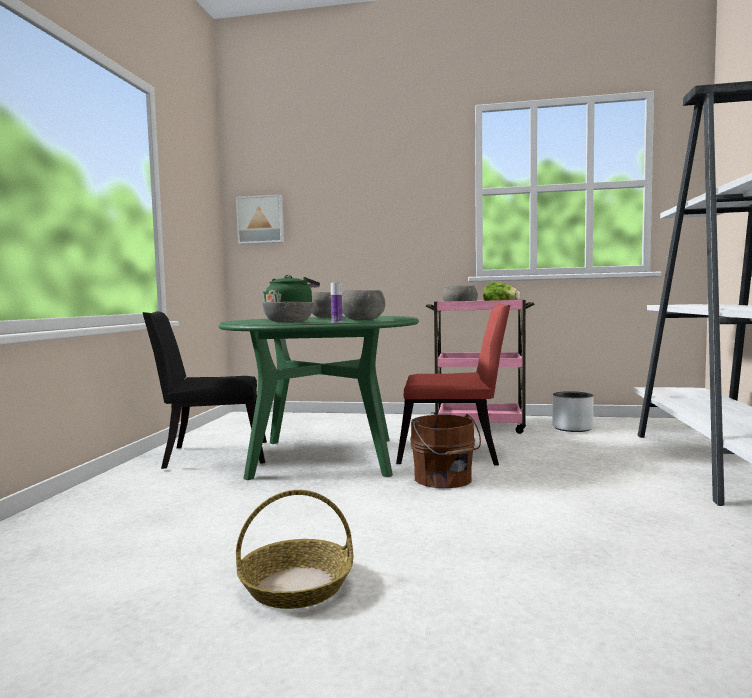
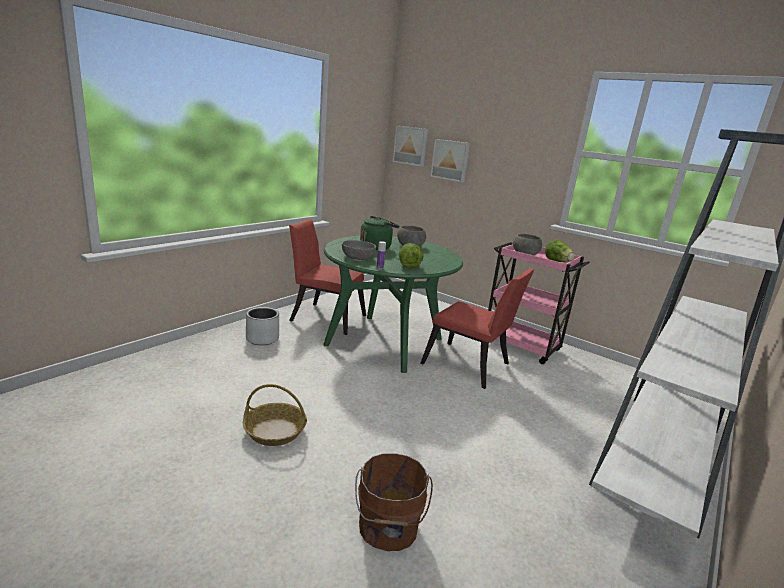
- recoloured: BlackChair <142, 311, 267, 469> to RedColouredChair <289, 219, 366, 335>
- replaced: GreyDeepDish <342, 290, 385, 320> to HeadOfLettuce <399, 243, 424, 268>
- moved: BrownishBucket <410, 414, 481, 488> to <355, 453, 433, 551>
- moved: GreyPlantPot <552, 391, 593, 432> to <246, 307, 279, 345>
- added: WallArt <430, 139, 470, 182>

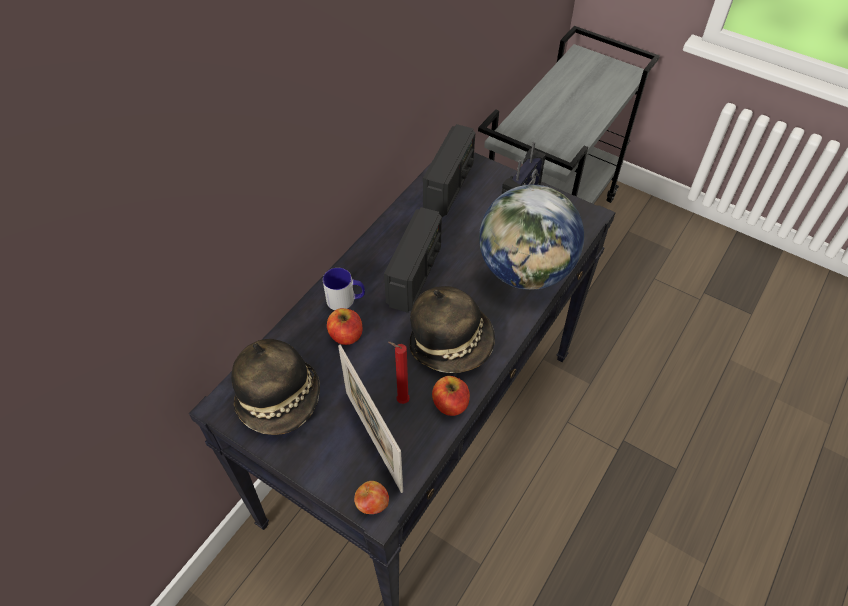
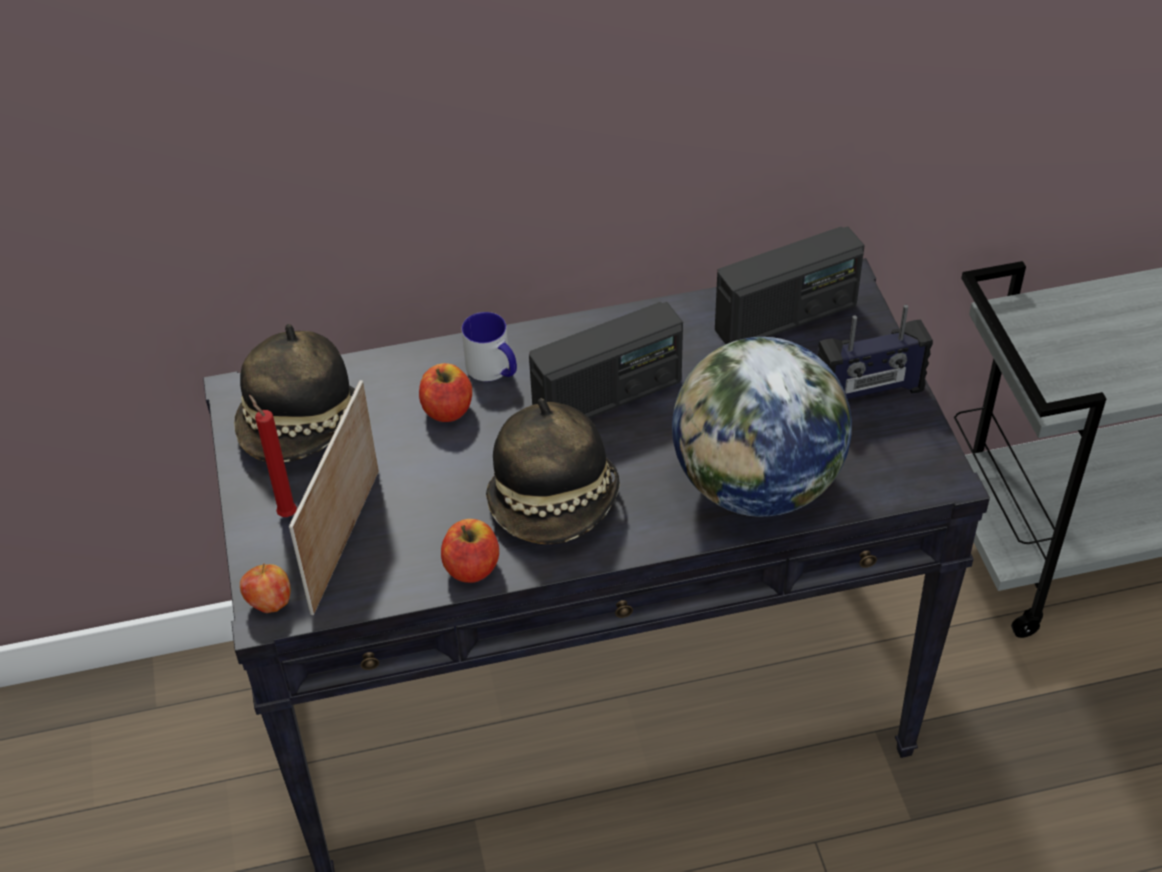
- moved: RedColouredWaxCandle <388, 342, 410, 404> to <249, 395, 297, 517>

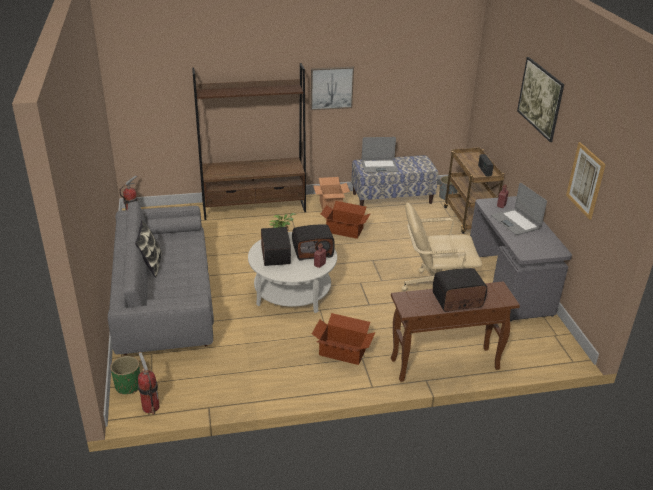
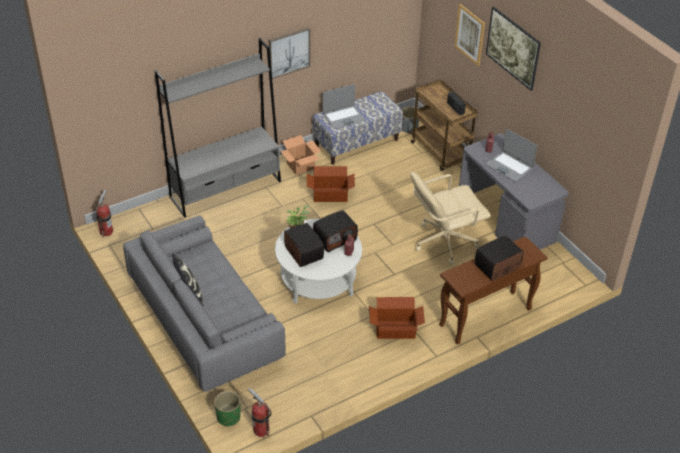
- recoloured: BrownishBookcase <192, 63, 306, 220> to GreyBookcase <155, 38, 281, 217>
- moved: WallArt <566, 142, 606, 220> to <454, 4, 485, 66>

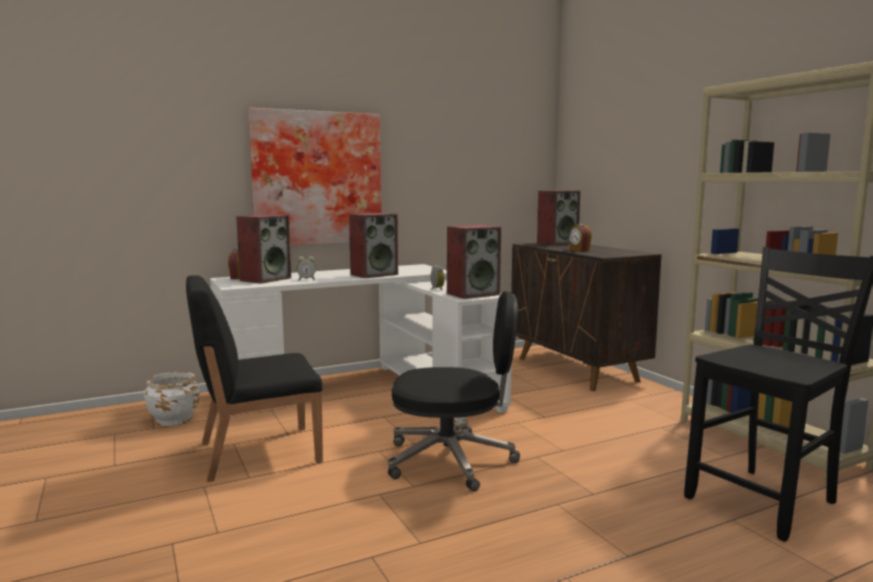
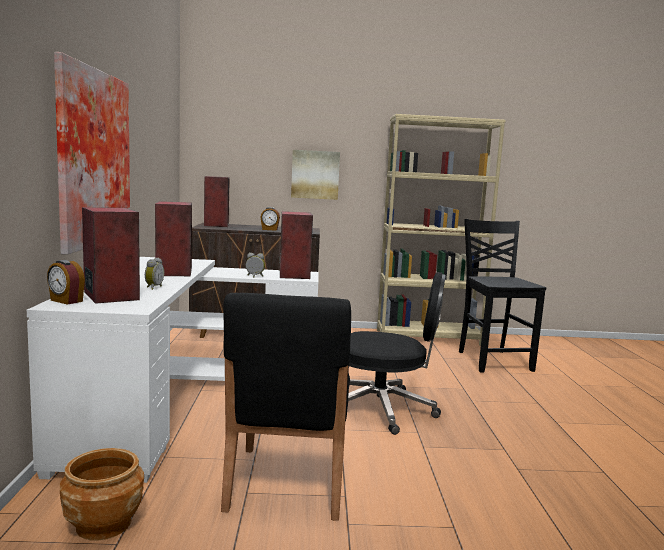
- recoloured: WhitePlantPot <144, 372, 200, 426> to BrownishPlantPot <60, 448, 144, 541>
- turned: BlackComputerChair <388, 291, 520, 491> = <348, 272, 446, 435> 75 degrees clockwise
- added: WallArt <291, 150, 340, 200>

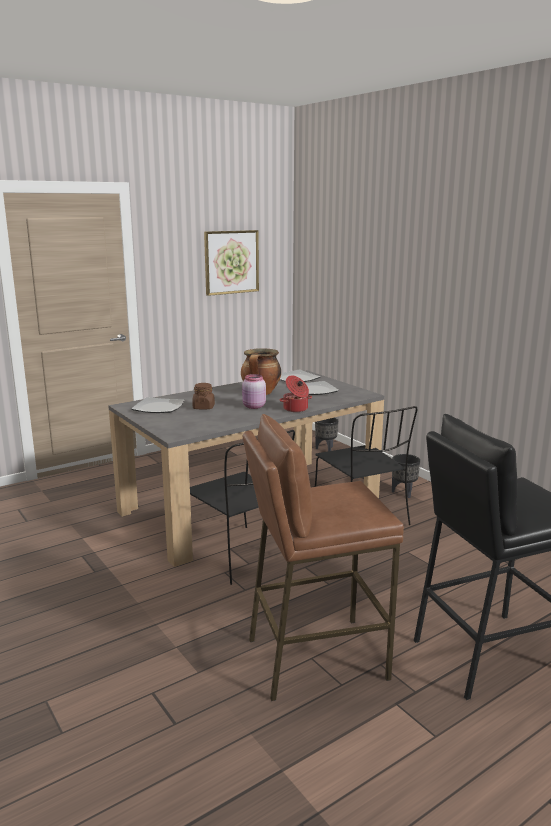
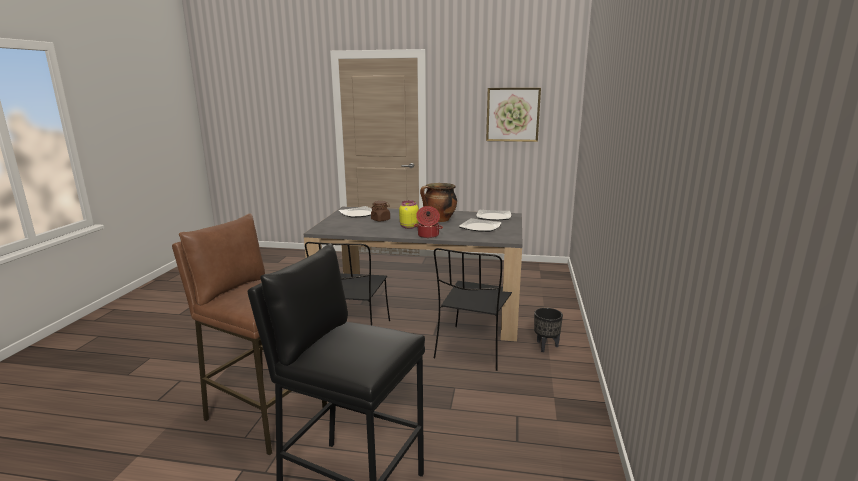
- recoloured: PinkishStorageJar <242, 374, 266, 409> to YellowStorageJar <399, 200, 419, 229>
- removed: BlackPlantPot <315, 417, 338, 451>

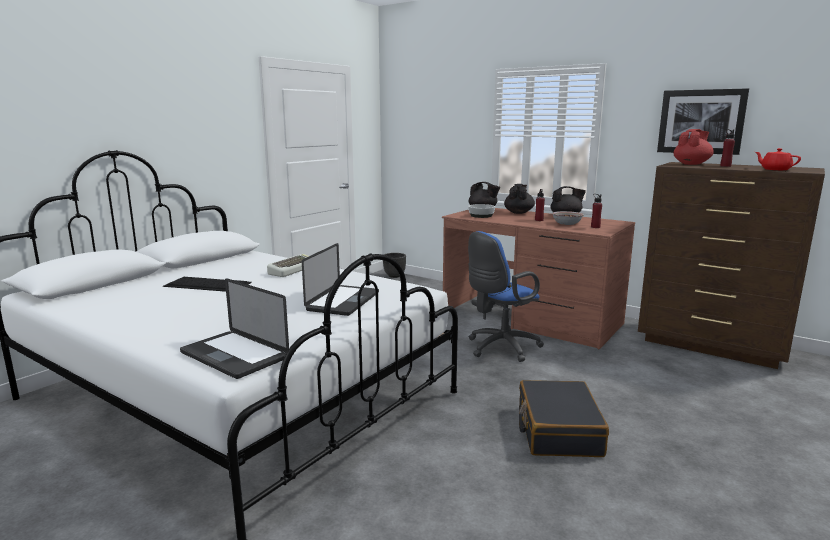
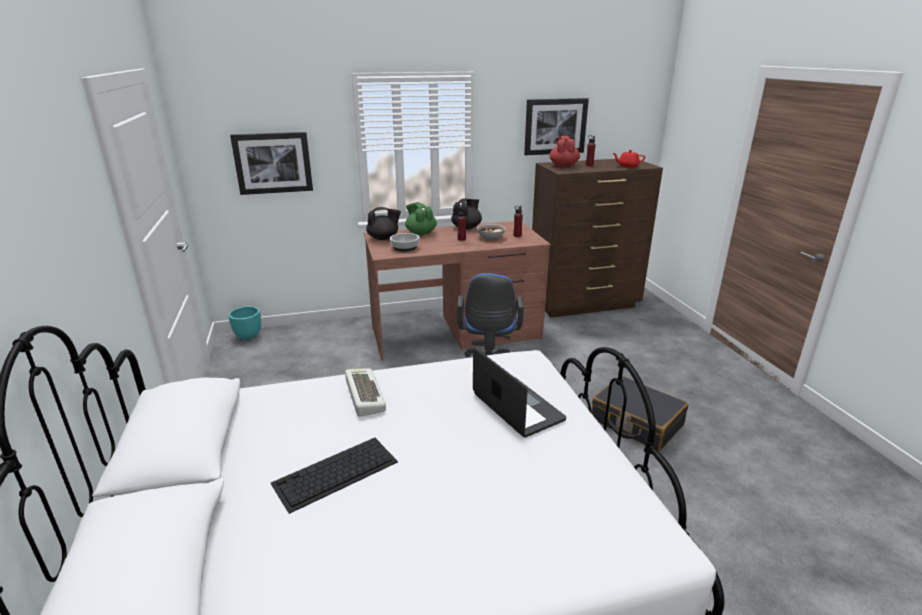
- removed: Laptop <180, 278, 289, 379>
- recoloured: BlackPlantPot <383, 253, 406, 278> to BlueGreenPlantPot <228, 306, 261, 340>
- recoloured: BlackTeapot <504, 184, 535, 214> to GreenishTeapot <405, 202, 437, 235>
- added: WallArt <230, 132, 313, 195>

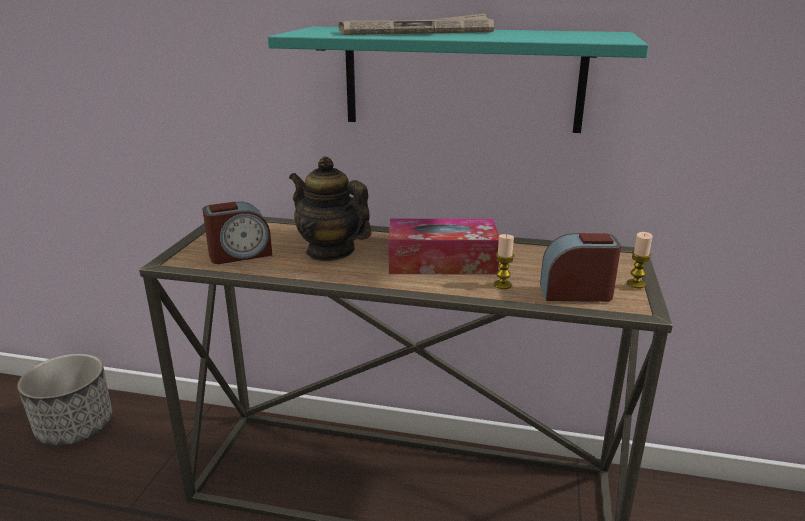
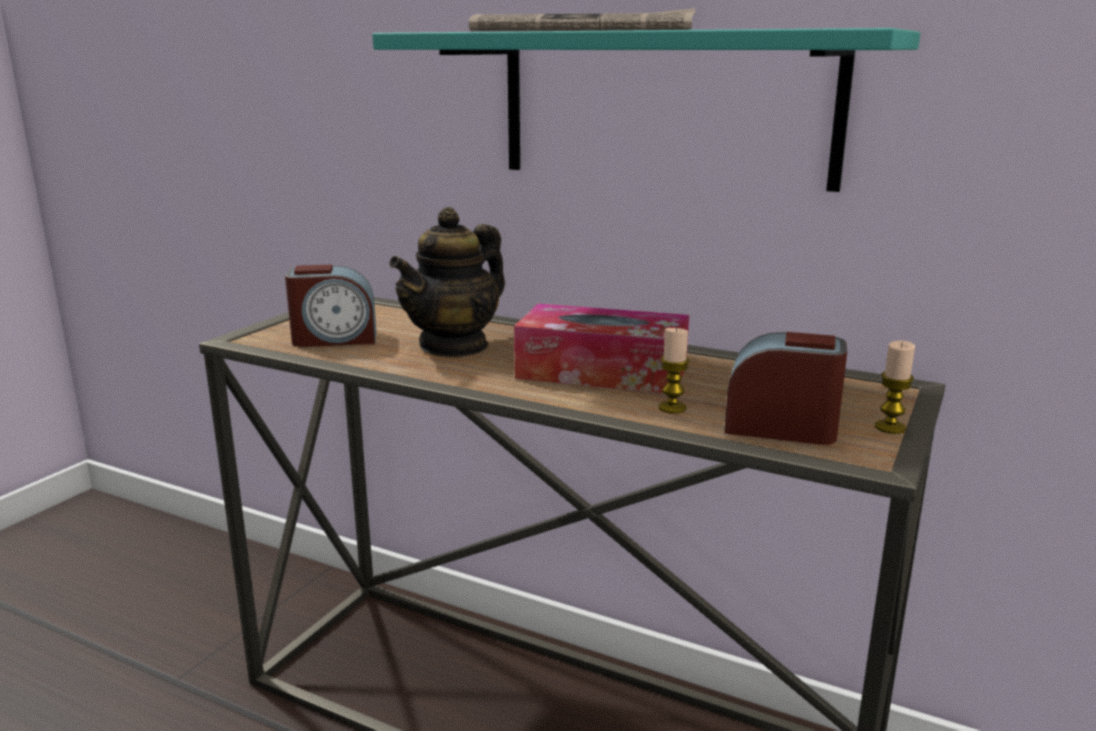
- removed: PlantPot <17, 354, 112, 446>
- turned: Teapot <289, 157, 372, 261> = <389, 207, 505, 358> 105 degrees counterclockwise

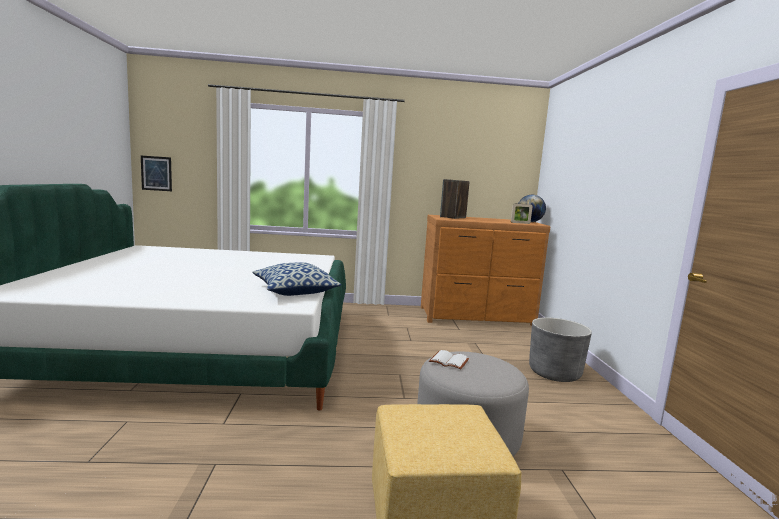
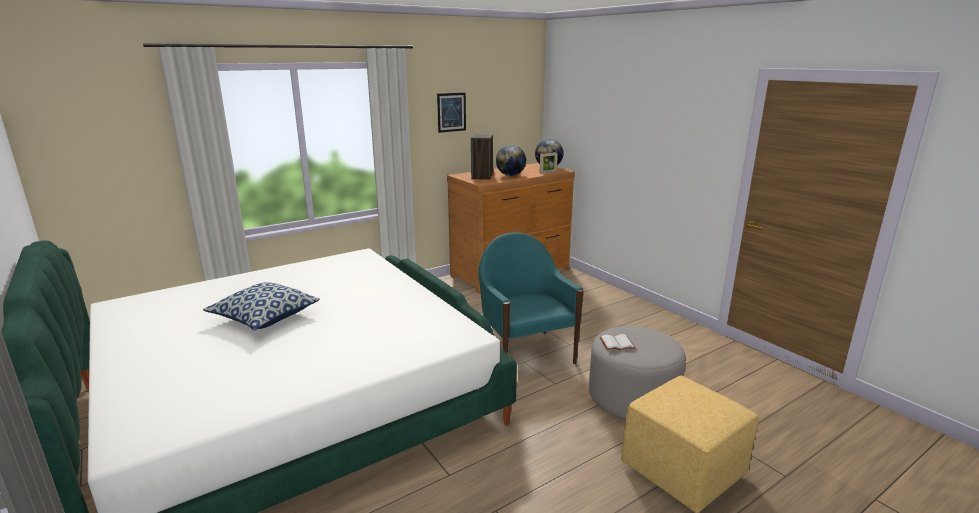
- moved: WallArt <141, 156, 172, 191> to <437, 93, 466, 133>
- moved: Cushion <252, 262, 341, 296> to <203, 282, 320, 330>
- removed: GreyPlantPot <529, 317, 592, 382>
- added: BlueGreenArmchair <478, 232, 584, 364>
- added: Globe <496, 145, 526, 176>

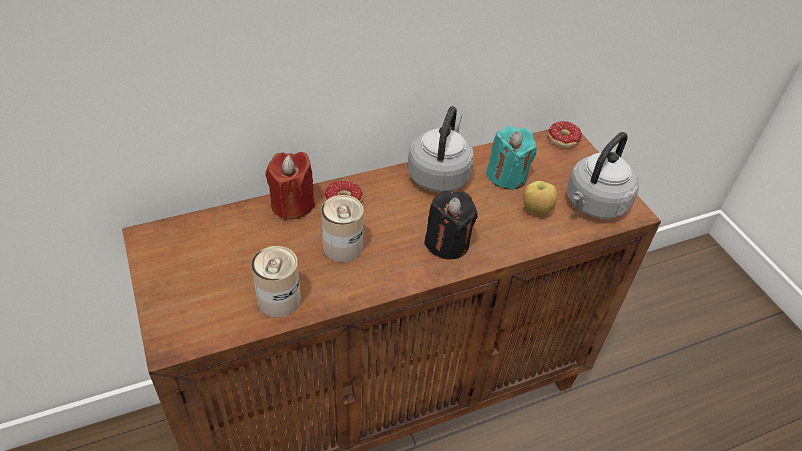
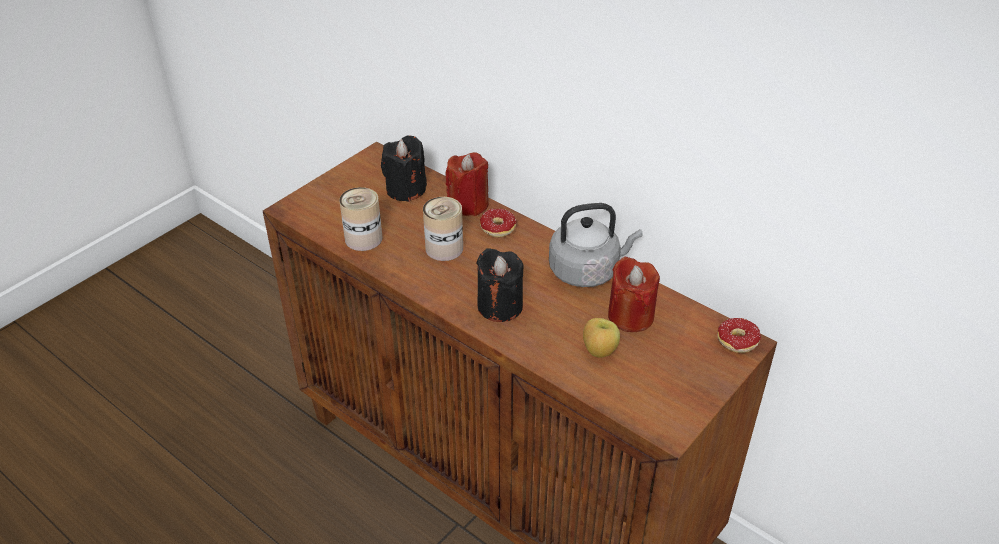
- recoloured: BlueGreenWaxCandle <486, 126, 537, 190> to RedColouredWaxCandle <608, 257, 660, 332>
- removed: GreyTeaKettle <567, 132, 639, 219>
- added: BlackWaxCandle <381, 135, 427, 202>

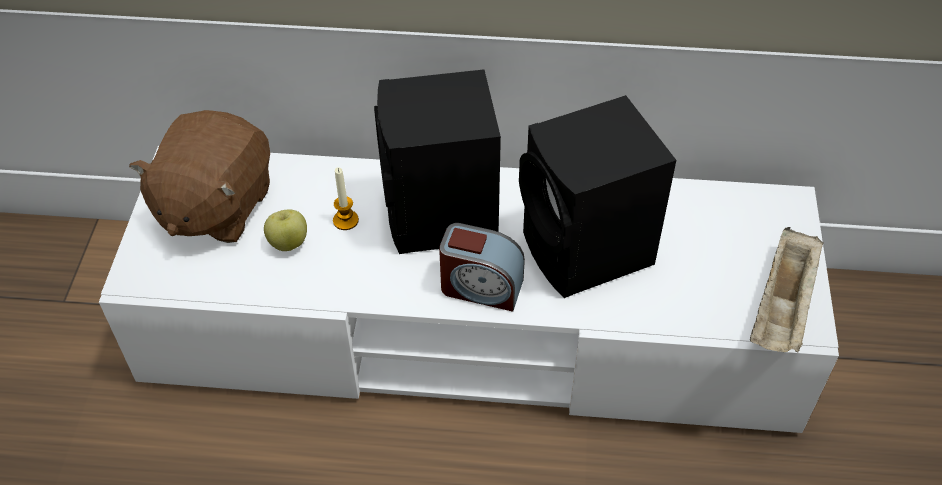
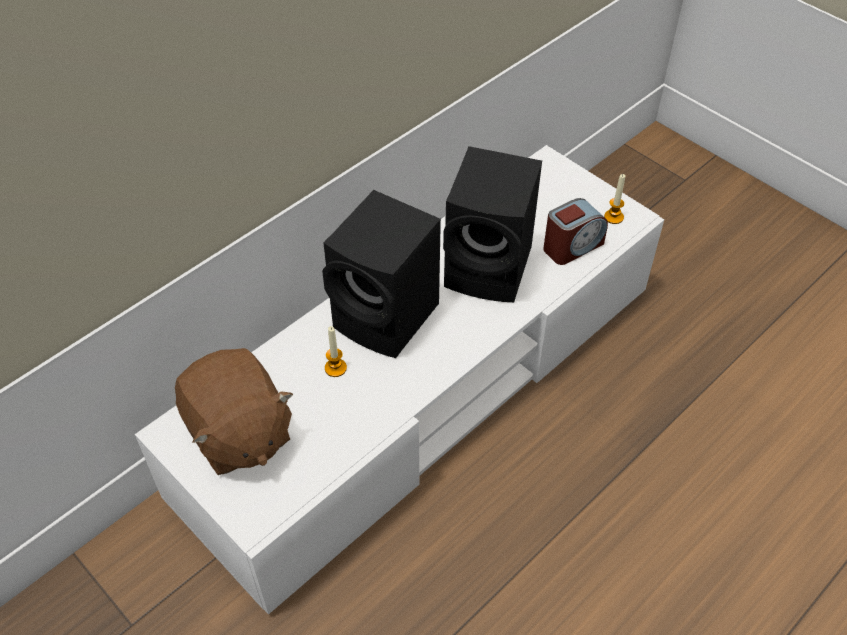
- removed: Apple <264, 209, 307, 251>
- moved: AlarmClock <439, 223, 525, 312> to <543, 198, 608, 265>
- replaced: SandColouredTray <750, 227, 824, 352> to WaxCandle <604, 174, 626, 224>

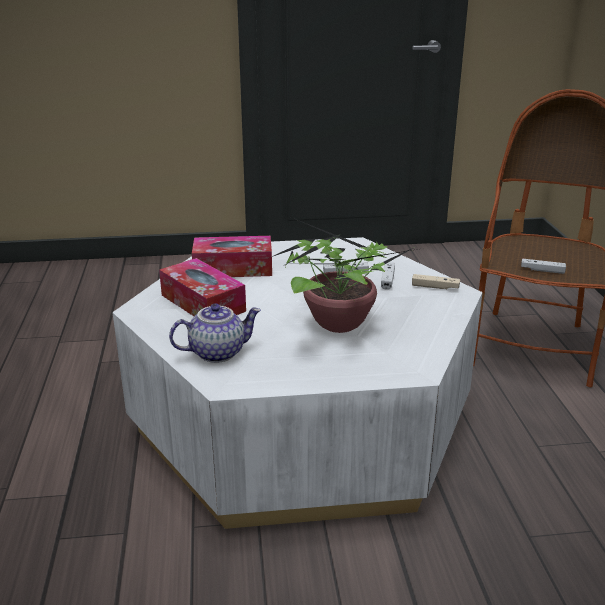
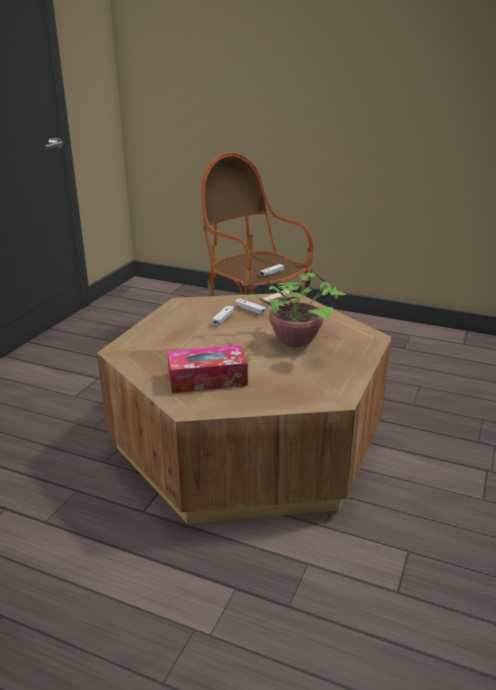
- recoloured: WhiteCoffeeTable <112, 237, 483, 529> to BrownishCoffeeTable <97, 292, 392, 523>
- removed: Teapot <169, 303, 261, 363>
- removed: BoxOfTissues <192, 236, 272, 277>

